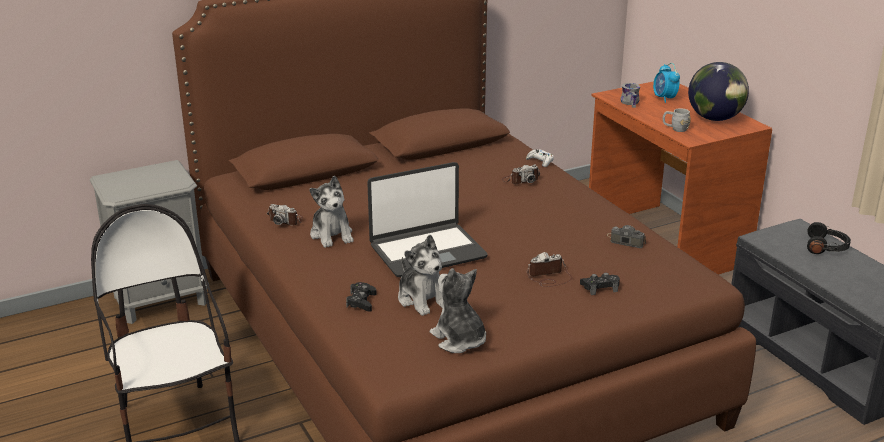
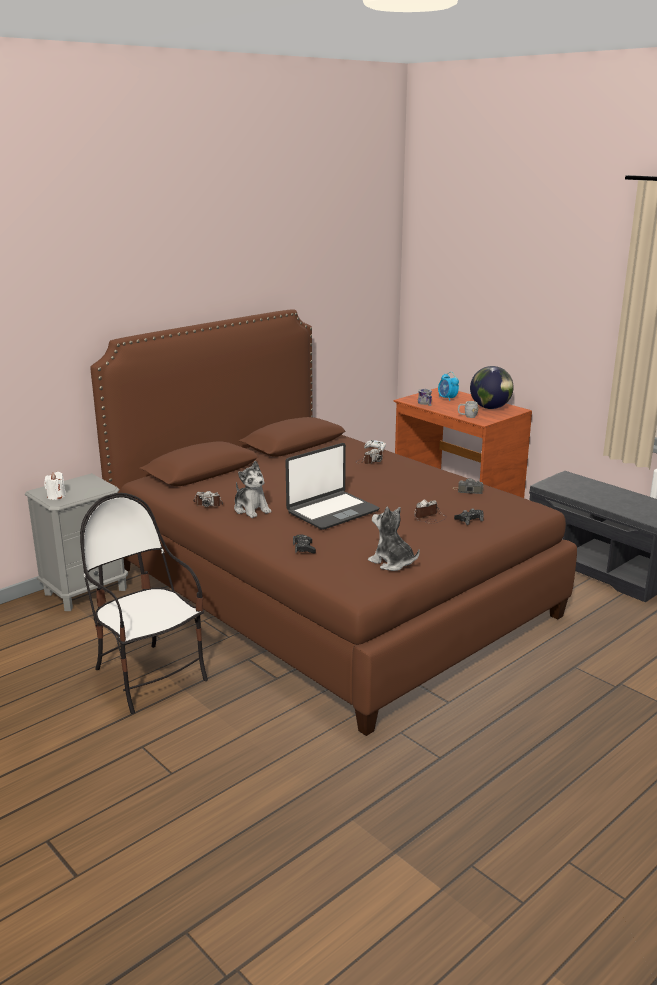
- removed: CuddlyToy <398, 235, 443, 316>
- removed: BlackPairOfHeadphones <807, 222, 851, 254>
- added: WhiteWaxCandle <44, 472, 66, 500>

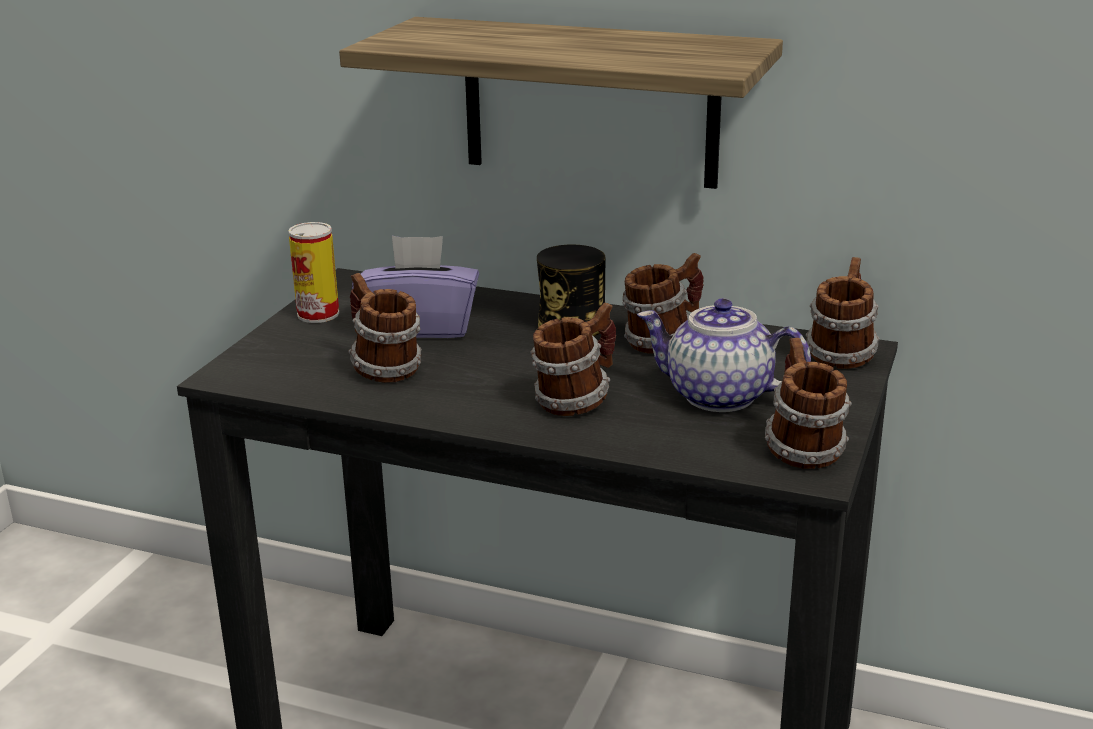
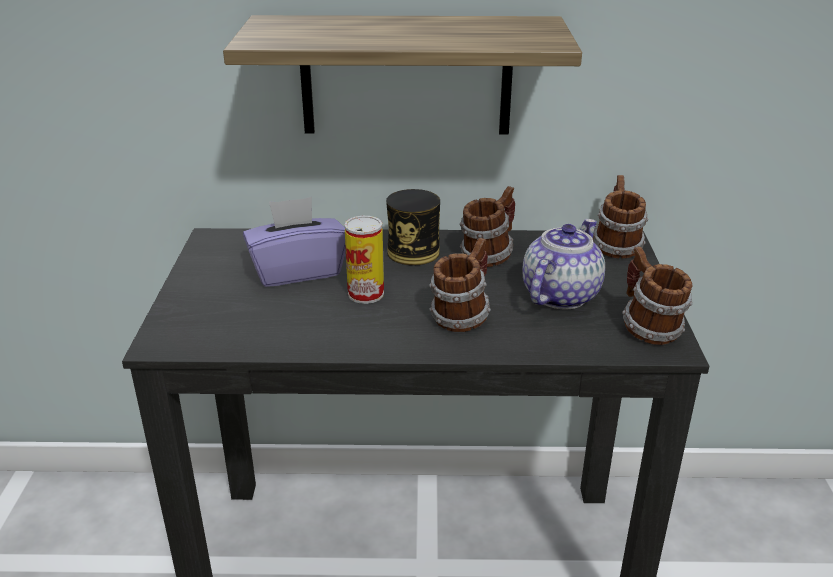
- moved: MetalCan <288, 222, 339, 323> to <344, 216, 384, 304>
- removed: TeaMug <348, 273, 422, 383>
- turned: Teapot <637, 298, 811, 412> = <523, 219, 605, 309> 120 degrees clockwise

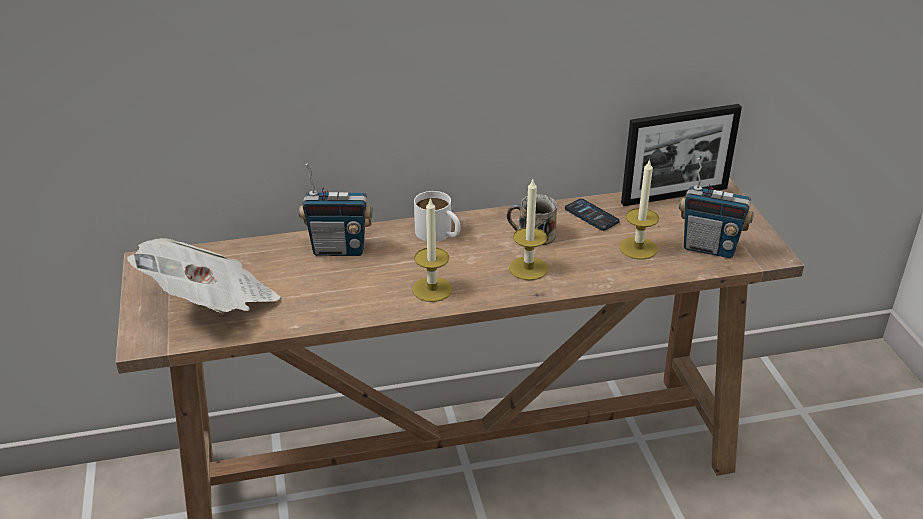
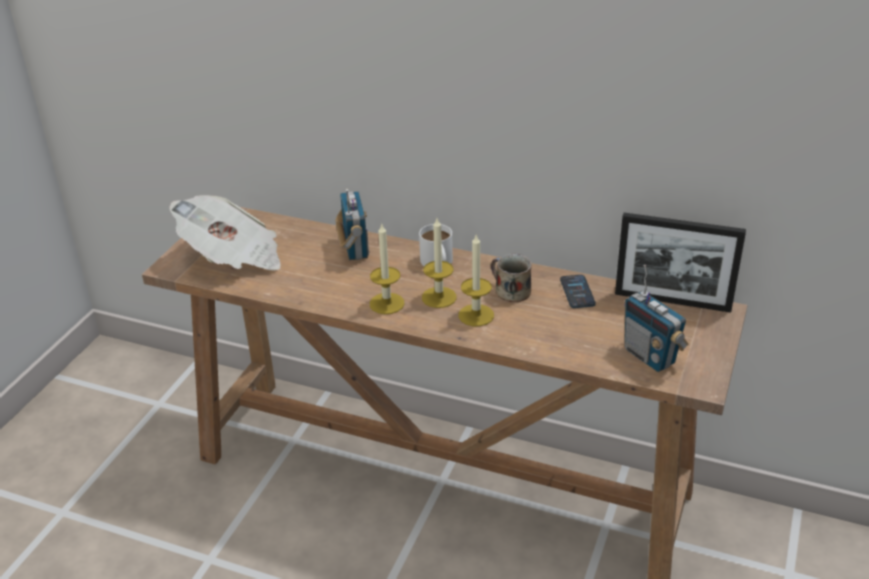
- turned: RadioReceiver <299, 163, 373, 256> = <335, 189, 369, 260> 135 degrees counterclockwise
- moved: WaxCandle <619, 159, 659, 260> to <422, 218, 457, 308>

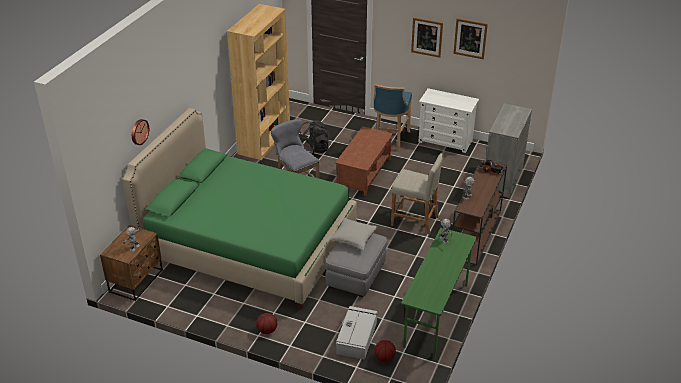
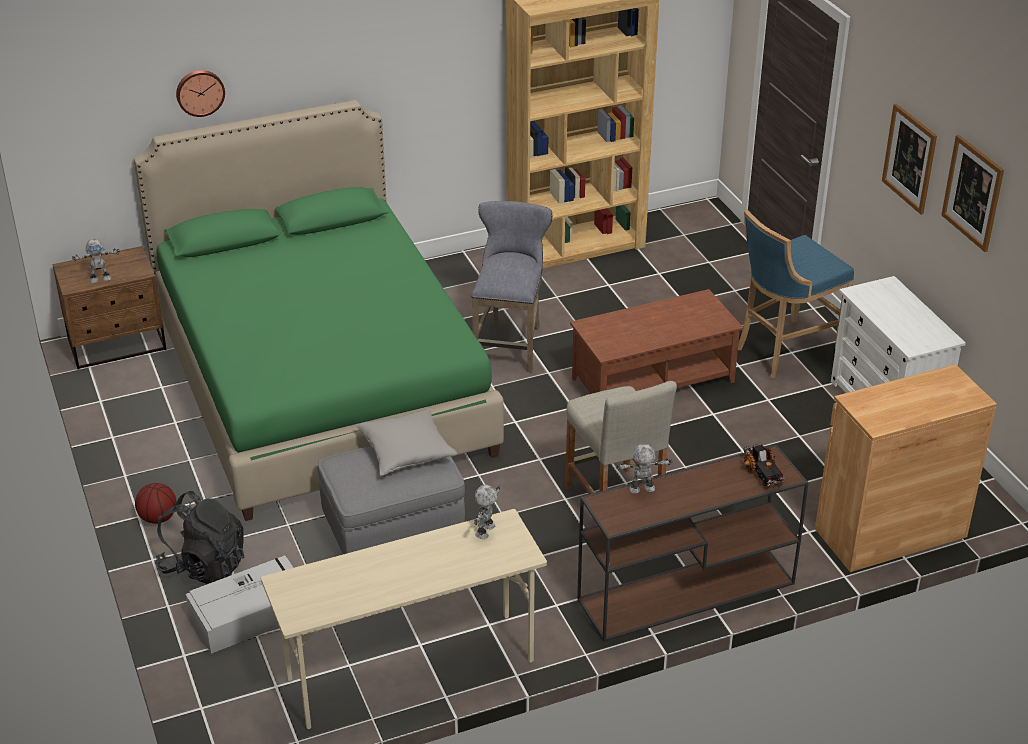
- moved: BlackKnapsack <299, 120, 330, 154> to <156, 491, 245, 584>
- removed: BasketballBall <374, 340, 396, 362>
- recoloured: GreenishDeskUnit <401, 228, 477, 357> to SandColouredDeskUnit <261, 509, 547, 729>
- recoloured: GreyCupboard <486, 103, 532, 198> to BrownishCupboard <815, 364, 997, 572>

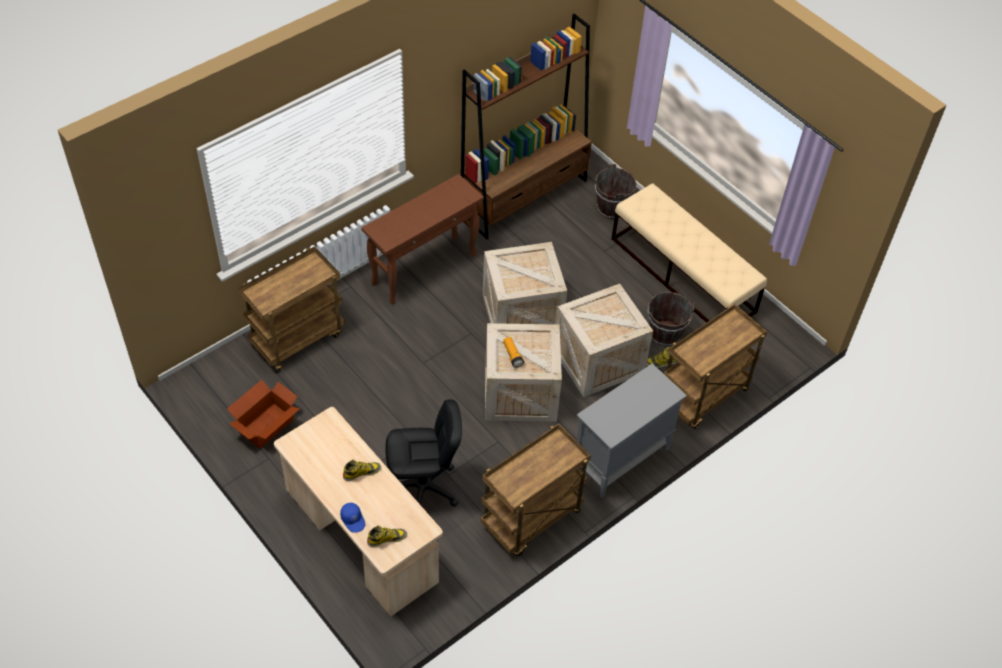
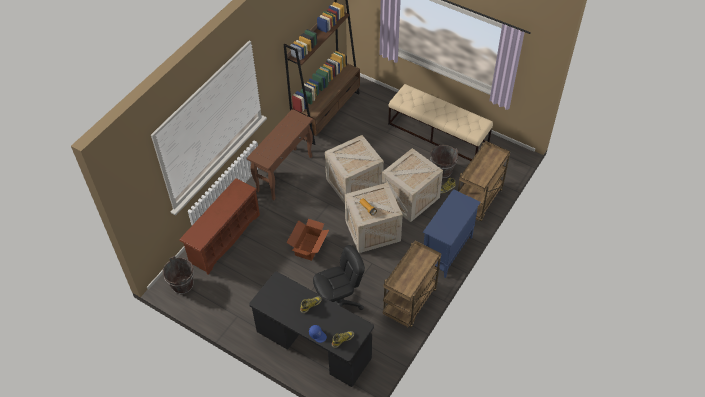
- moved: PackingBox <227, 380, 299, 449> to <287, 219, 329, 261>
- replaced: BrownishCart <238, 246, 345, 373> to BrownishShoeShelf <179, 178, 260, 274>
- recoloured: SandColouredDeskUnit <274, 407, 443, 617> to BlackDeskUnit <249, 271, 374, 387>
- recoloured: GreyCupboard <577, 364, 687, 498> to BluishCupboard <423, 189, 481, 278>
- moved: BrownishBucket <595, 164, 637, 219> to <163, 256, 194, 294>

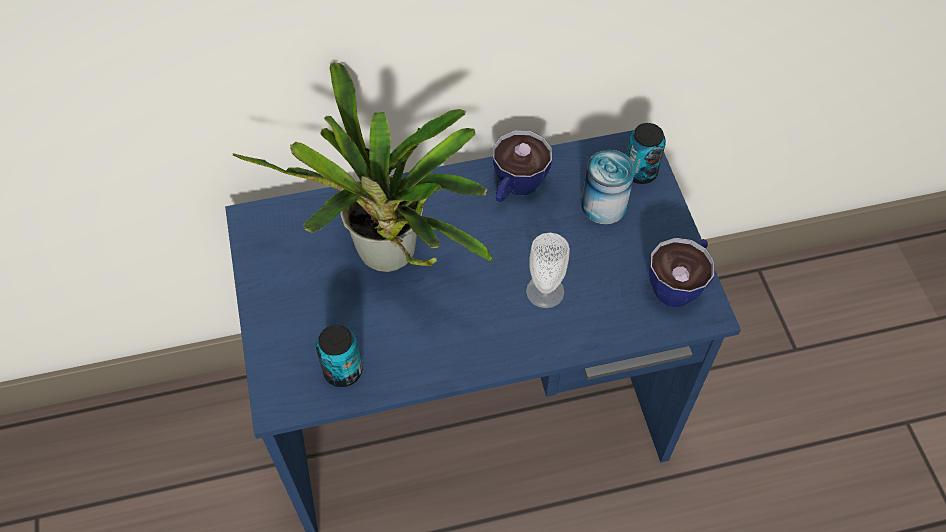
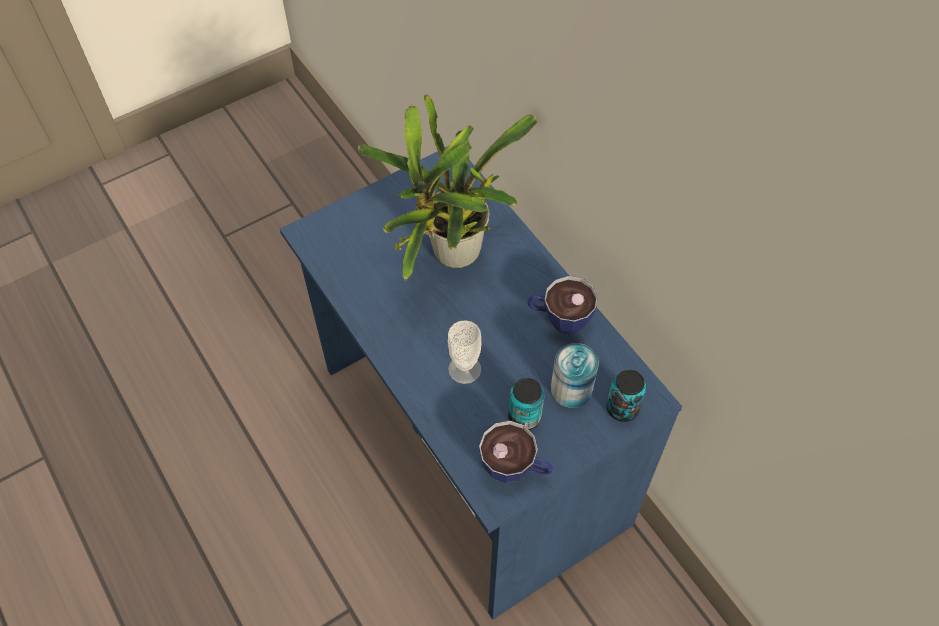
- moved: MetalCan <316, 325, 362, 387> to <508, 378, 544, 430>

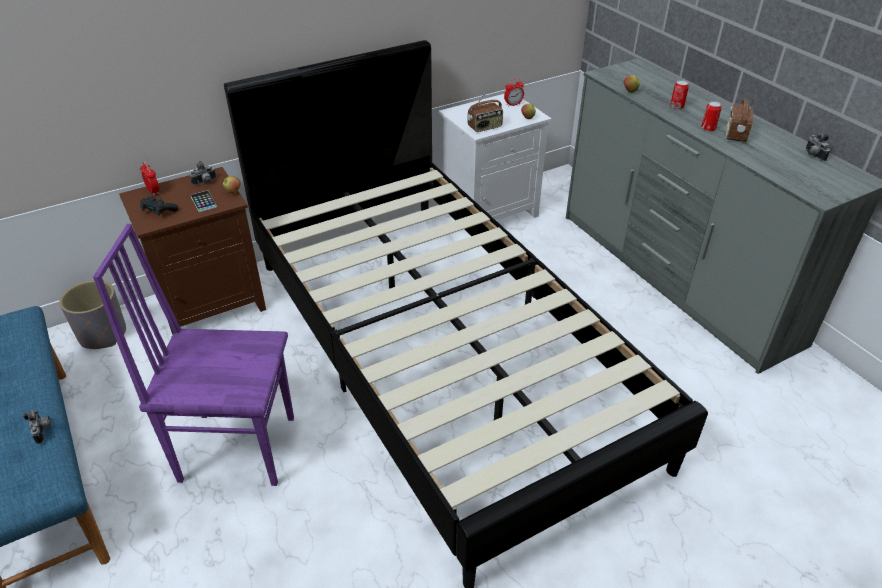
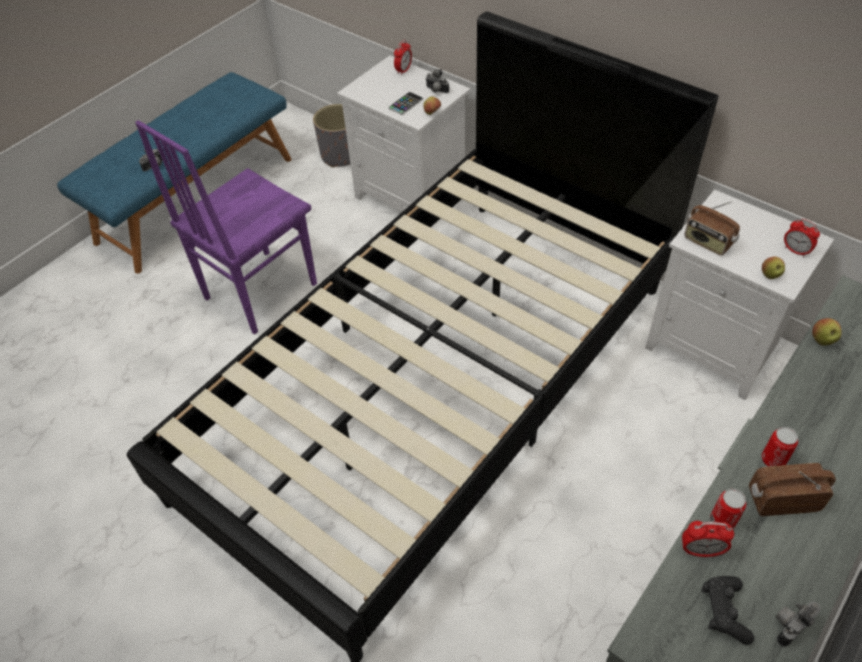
- turned: PurplishChair <93, 224, 294, 486> = <135, 120, 317, 335> 120 degrees counterclockwise
- recoloured: BrownishNightstand <119, 167, 266, 335> to WhiteNightstand <337, 55, 470, 212>
- moved: BlackGameController <140, 195, 179, 216> to <701, 576, 754, 645>
- moved: MetalCan <670, 80, 689, 109> to <710, 489, 746, 529>
- added: AlarmClock <682, 521, 734, 557>

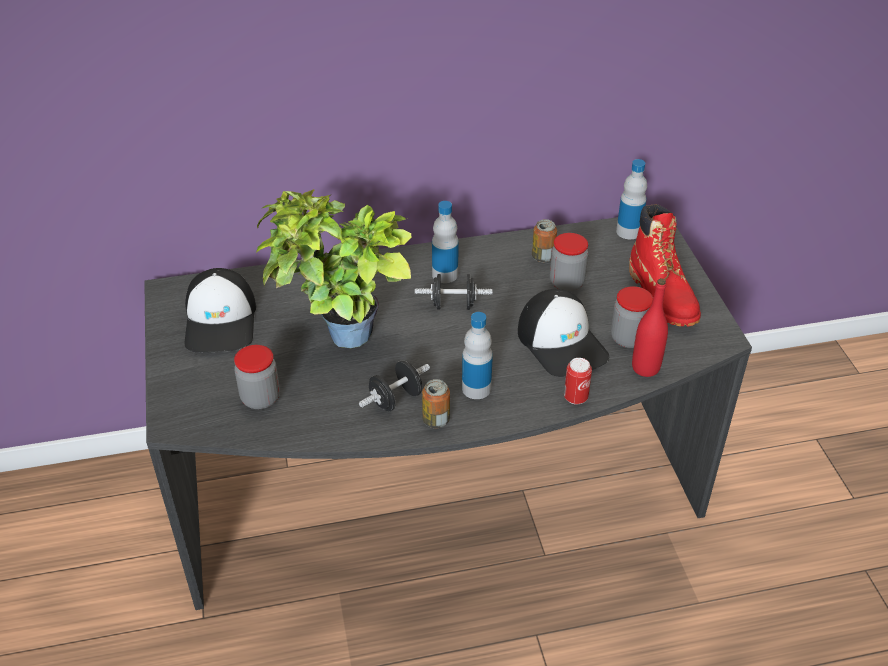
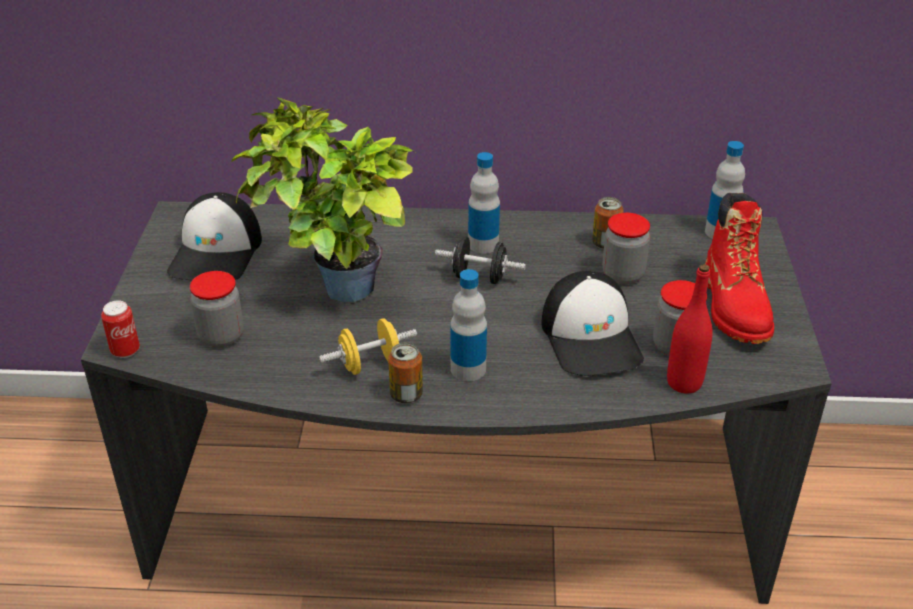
- recoloured: BlackFreeWeight <359, 360, 430, 411> to YellowFreeWeight <319, 318, 417, 375>
- moved: MetalCan <564, 358, 592, 405> to <101, 301, 140, 358>

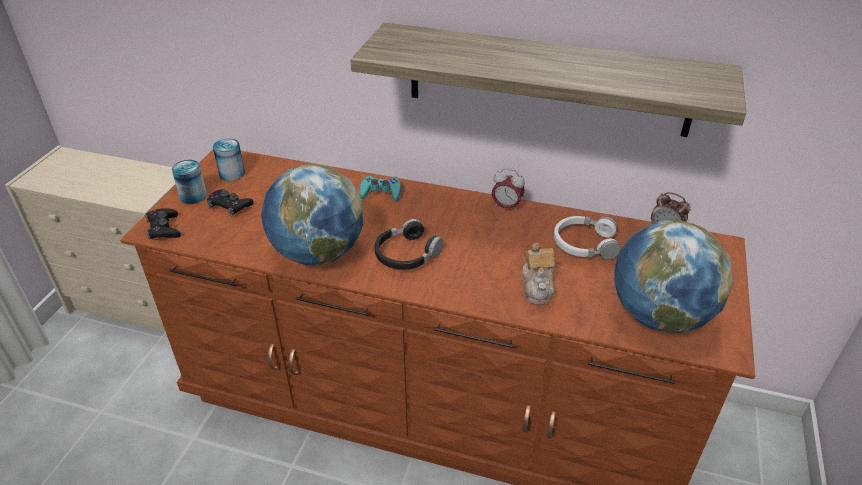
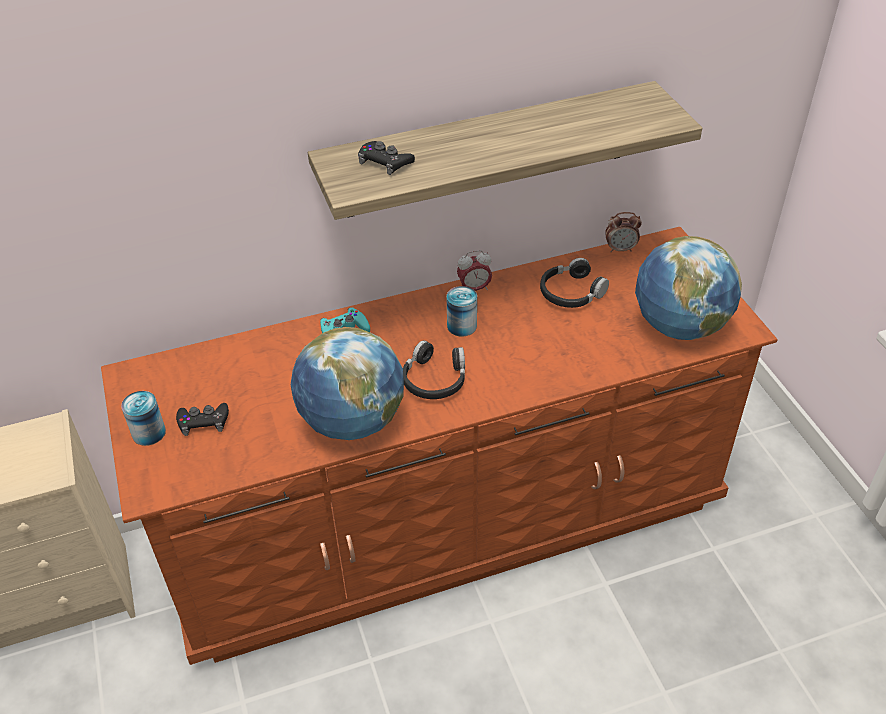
- moved: BlackGameController <145, 208, 181, 240> to <358, 141, 415, 175>
- moved: MetalCan <213, 138, 245, 181> to <447, 286, 477, 337>
- removed: Teapot <522, 243, 555, 305>
- recoloured: WhitePairOfHeadphones <554, 216, 621, 260> to BlackPairOfHeadphones <540, 258, 609, 308>

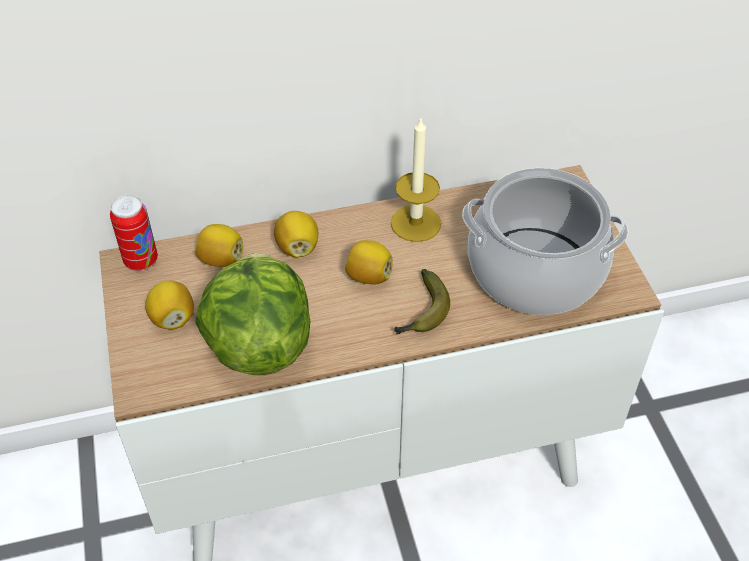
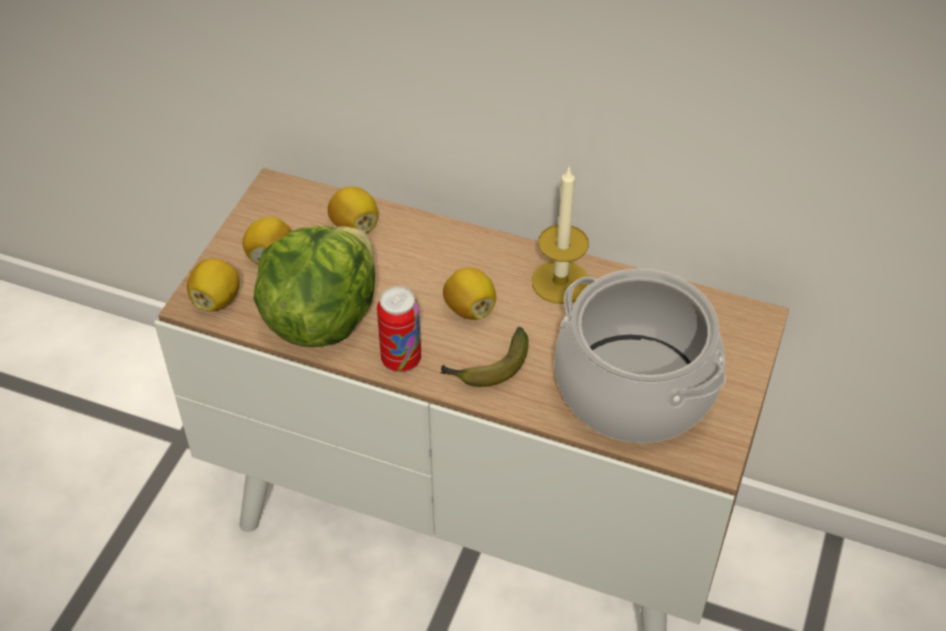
- moved: MetalCan <110, 194, 158, 271> to <377, 286, 421, 372>
- moved: Lemon <274, 211, 318, 257> to <187, 258, 239, 311>

